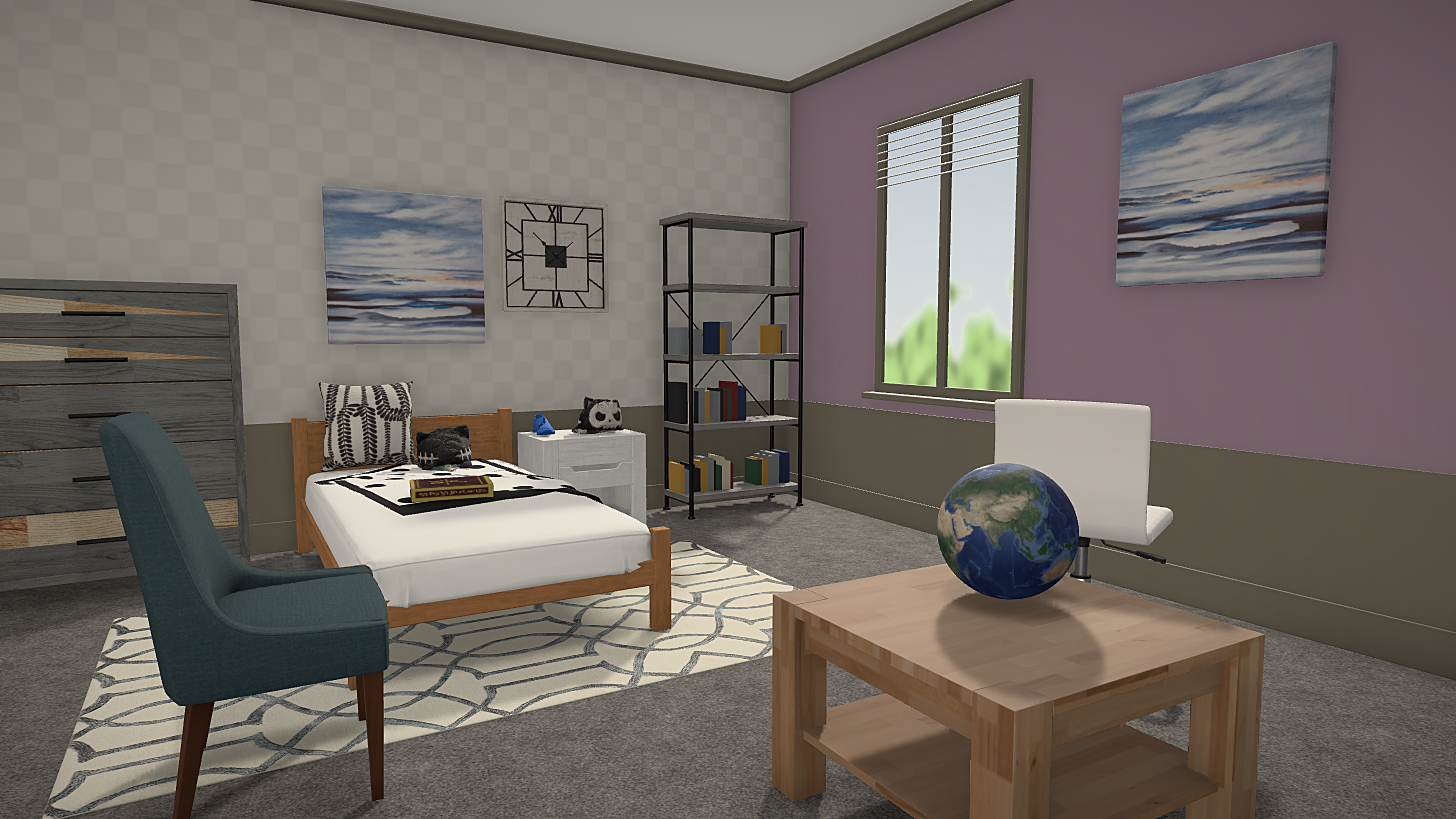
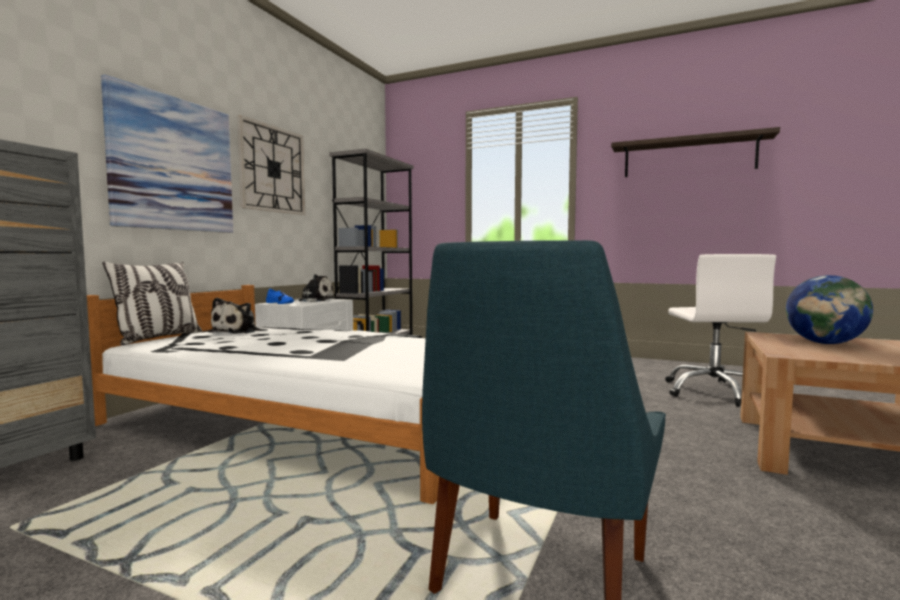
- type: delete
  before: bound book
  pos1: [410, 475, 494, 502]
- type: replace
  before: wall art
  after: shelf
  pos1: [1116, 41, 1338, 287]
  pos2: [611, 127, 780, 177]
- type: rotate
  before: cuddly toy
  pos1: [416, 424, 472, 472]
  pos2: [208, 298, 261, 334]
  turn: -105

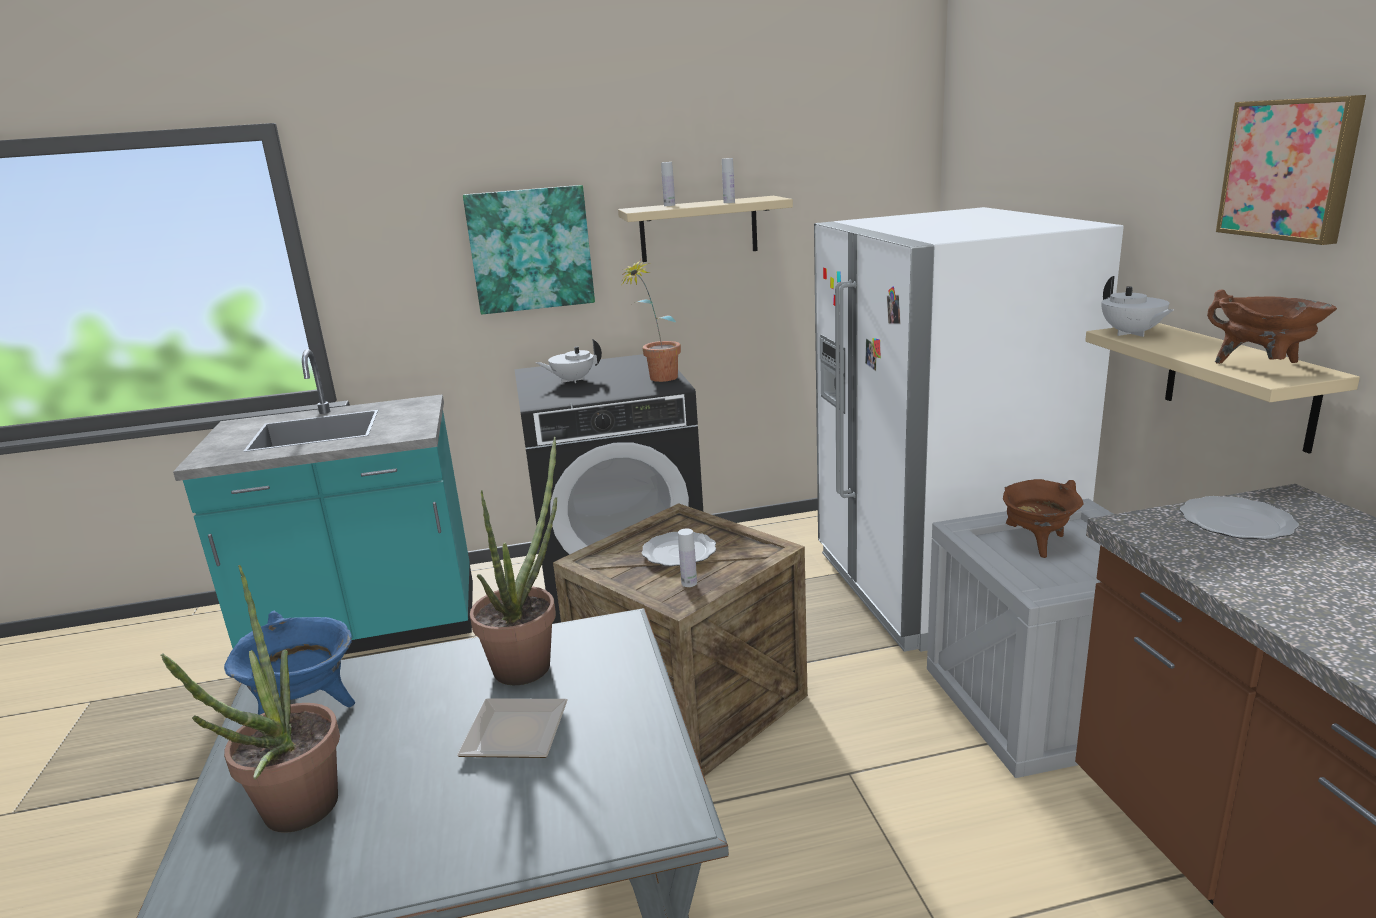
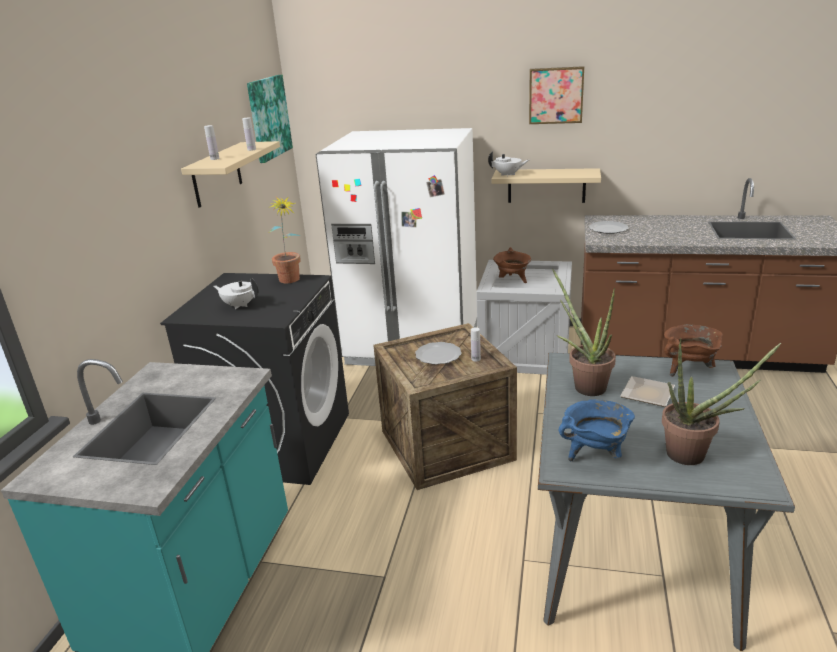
- type: move
  before: wall art
  pos1: [463, 185, 595, 314]
  pos2: [247, 75, 293, 163]
- type: move
  before: stockpot/brown-coloured
  pos1: [1207, 290, 1337, 364]
  pos2: [664, 325, 723, 376]
- type: rotate
  before: teapot/white
  pos1: [536, 339, 602, 383]
  pos2: [214, 278, 259, 309]
  turn: 105

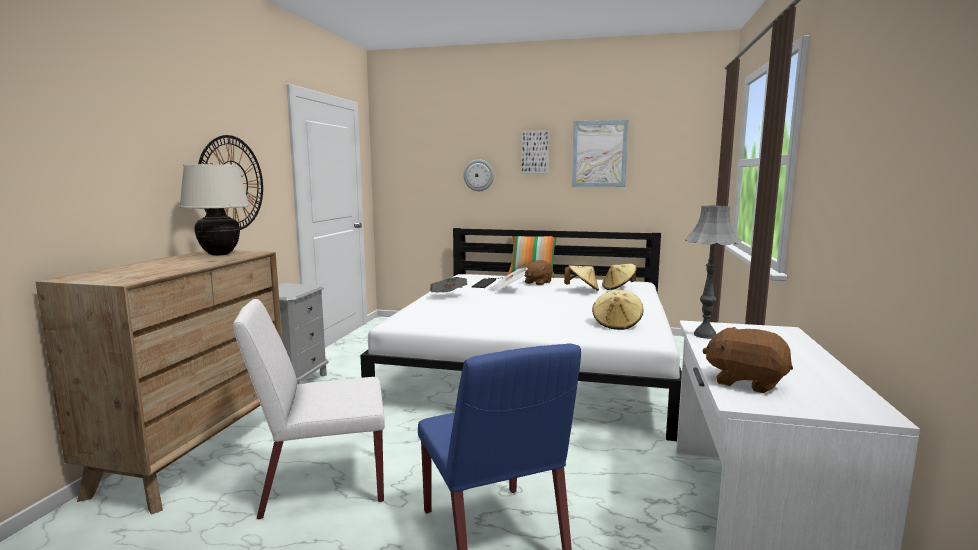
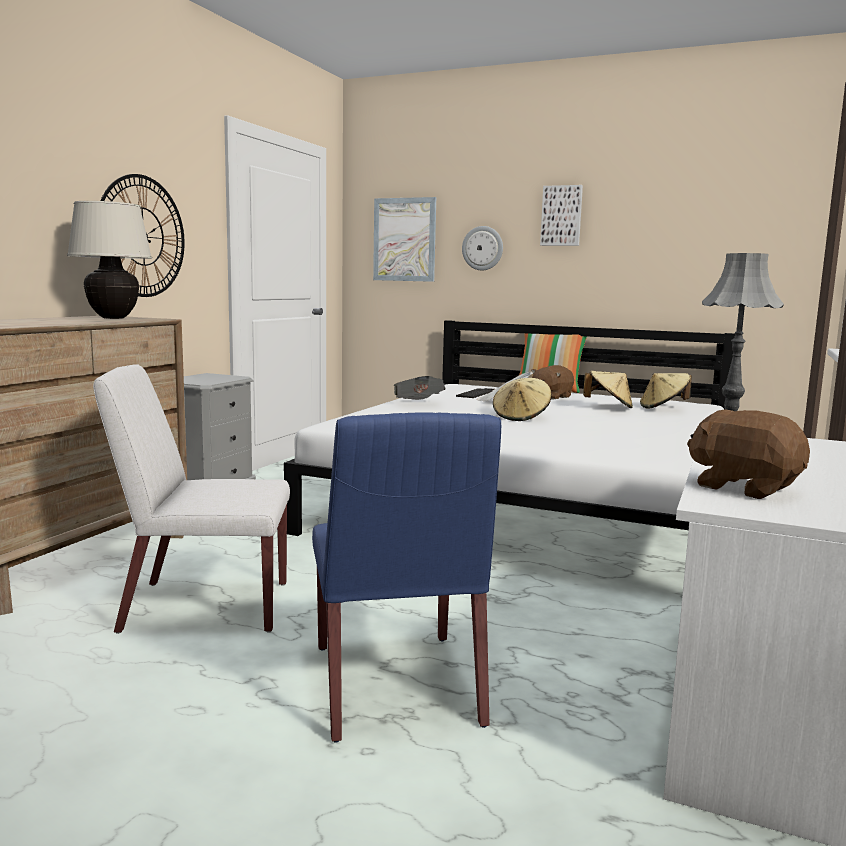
- type: move
  before: wall art
  pos1: [572, 120, 629, 187]
  pos2: [373, 197, 436, 282]
- type: move
  before: hat/beige-coloured
  pos1: [592, 290, 643, 330]
  pos2: [493, 378, 552, 421]

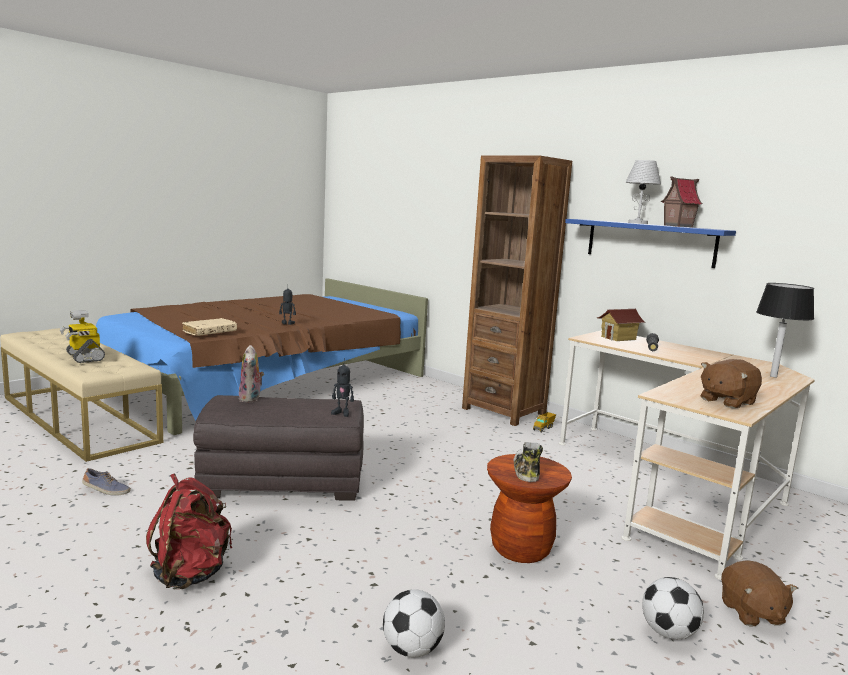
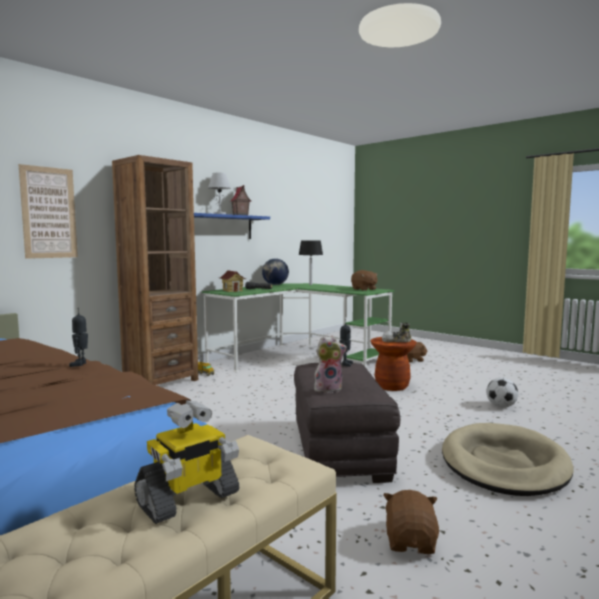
- type: delete
  before: bound book/beige-coloured
  pos1: [182, 318, 237, 336]
- type: delete
  before: ball for football
  pos1: [642, 577, 704, 640]
- type: insert
  after: wall art
  pos2: [18, 164, 78, 259]
- type: insert
  after: globe
  pos2: [262, 258, 289, 285]
- type: replace
  before: low shoe
  after: cuddly toy/brown-coloured
  pos1: [82, 468, 131, 496]
  pos2: [383, 490, 439, 554]
- type: replace
  before: backpack/red-coloured
  after: pet bed/beige-coloured
  pos1: [146, 473, 232, 589]
  pos2: [442, 423, 574, 496]
- type: recolor
  before: desk/beige-coloured
  after: desk/green-coloured
  pos1: [559, 330, 815, 580]
  pos2: [202, 283, 394, 372]

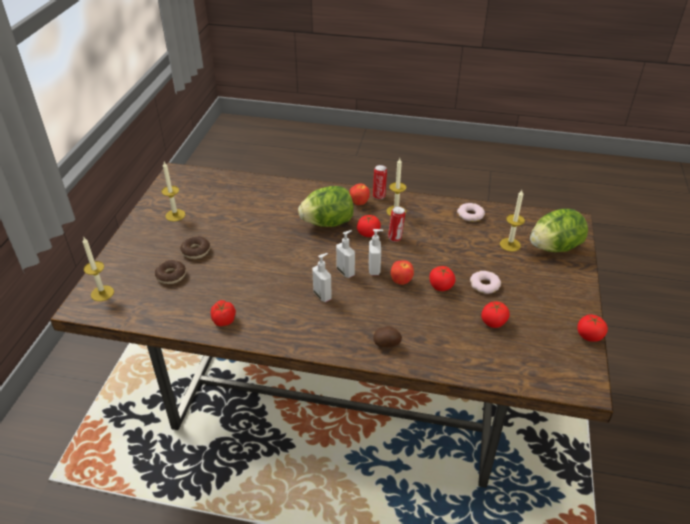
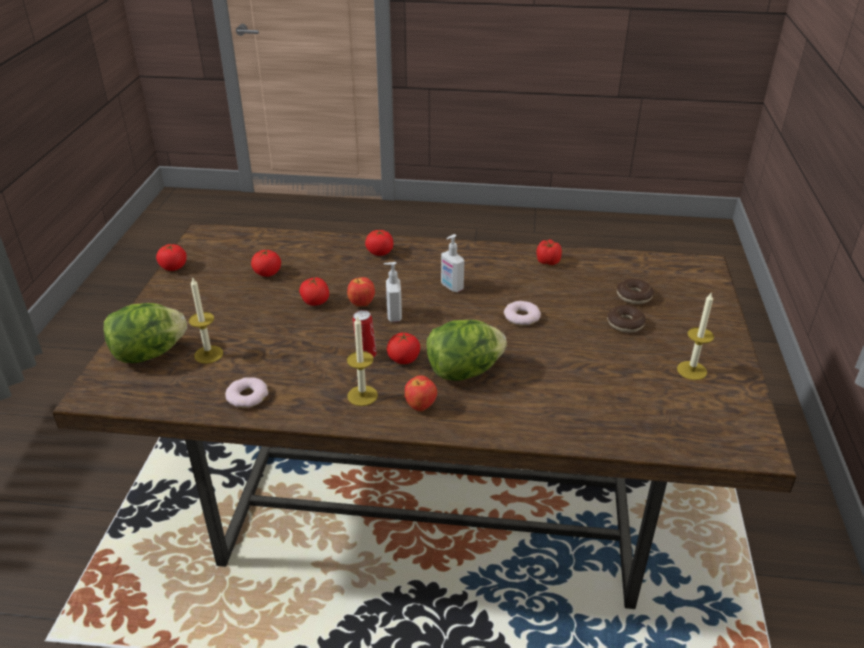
- type: delete
  before: wax candle
  pos1: [83, 238, 114, 301]
- type: delete
  before: soap dispenser
  pos1: [336, 230, 355, 278]
- type: delete
  before: metal can
  pos1: [373, 165, 387, 199]
- type: move
  before: ring doughnut
  pos1: [470, 271, 501, 294]
  pos2: [504, 301, 541, 326]
- type: replace
  before: potato
  after: tomato
  pos1: [373, 326, 402, 348]
  pos2: [365, 230, 393, 256]

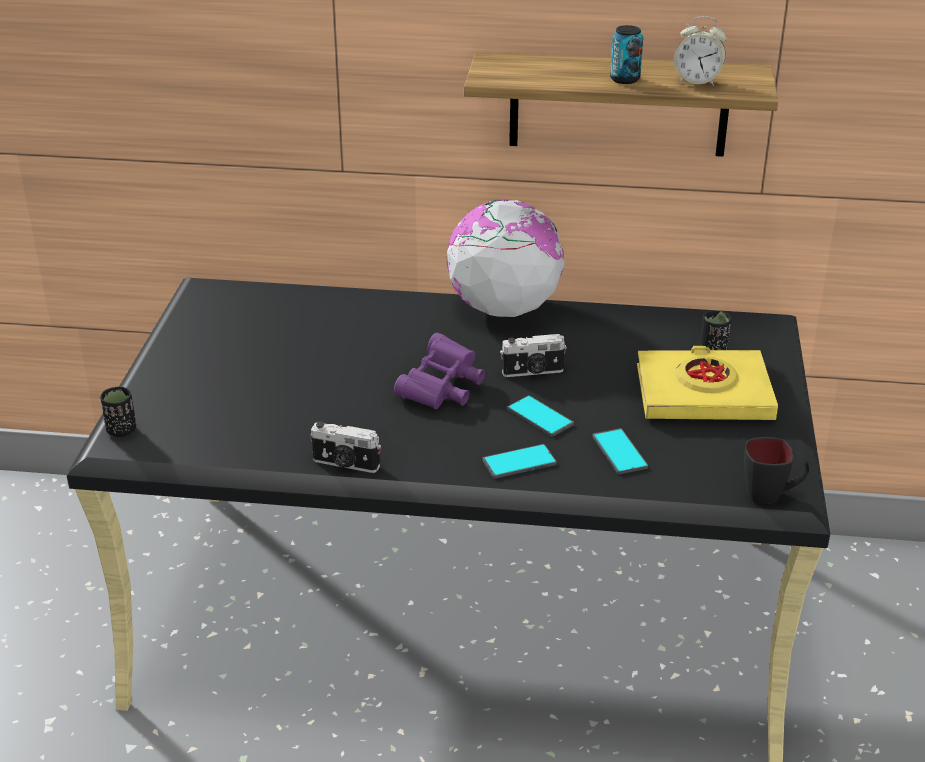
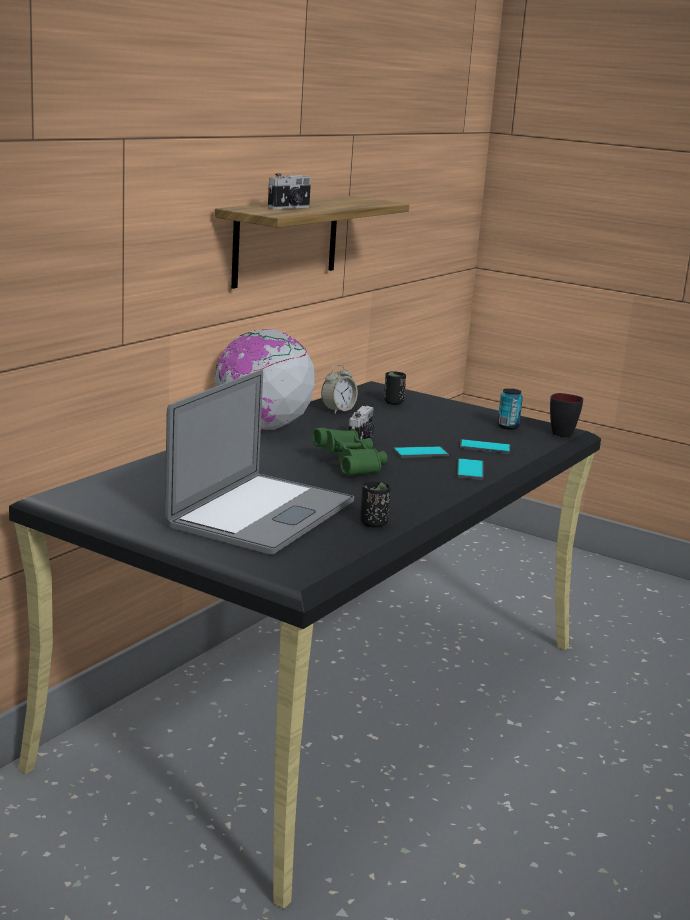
- type: delete
  before: bound book/yellow-coloured
  pos1: [637, 346, 778, 420]
- type: insert
  after: notebook computer
  pos2: [165, 369, 354, 555]
- type: move
  before: drinking cup/black-coloured
  pos1: [100, 387, 136, 437]
  pos2: [360, 481, 391, 528]
- type: move
  before: photo camera
  pos1: [310, 421, 381, 473]
  pos2: [268, 173, 311, 209]
- type: move
  before: metal can
  pos1: [610, 25, 643, 84]
  pos2: [497, 388, 523, 430]
- type: move
  before: table clock
  pos1: [674, 16, 727, 86]
  pos2: [321, 364, 358, 414]
- type: recolor
  before: pair of binoculars/purplish
  after: pair of binoculars/green-coloured
  pos1: [394, 333, 485, 409]
  pos2: [312, 428, 387, 475]

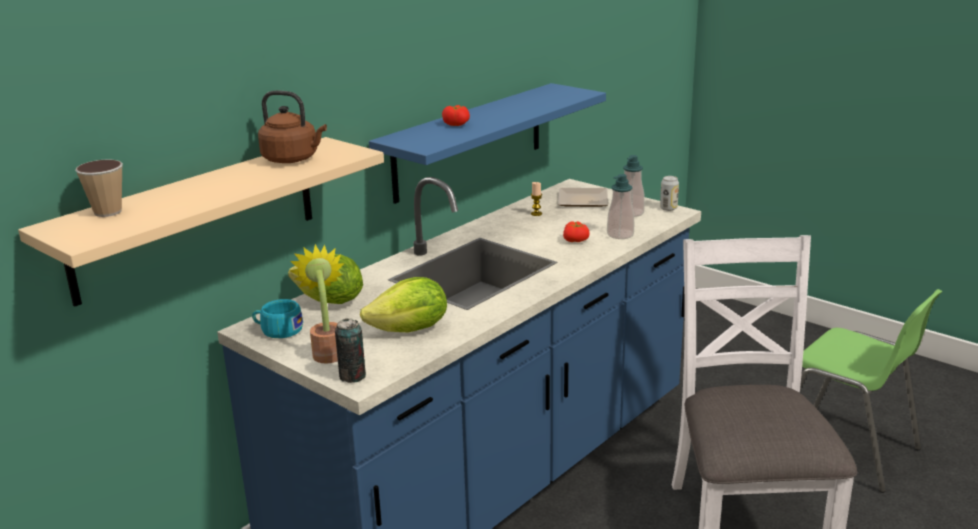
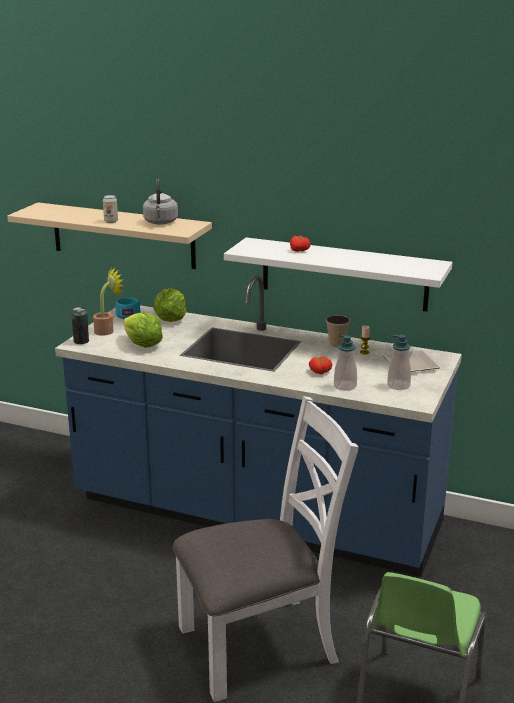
- type: move
  before: drinking cup
  pos1: [75, 159, 123, 217]
  pos2: [326, 315, 350, 348]
- type: move
  before: metal can
  pos1: [660, 176, 679, 211]
  pos2: [103, 195, 118, 223]
- type: recolor
  before: tea kettle/brown-coloured
  after: tea kettle/grey
  pos1: [258, 90, 327, 163]
  pos2: [143, 179, 178, 225]
- type: recolor
  before: shelf/blue-coloured
  after: shelf/white
  pos1: [369, 83, 606, 204]
  pos2: [224, 237, 452, 312]

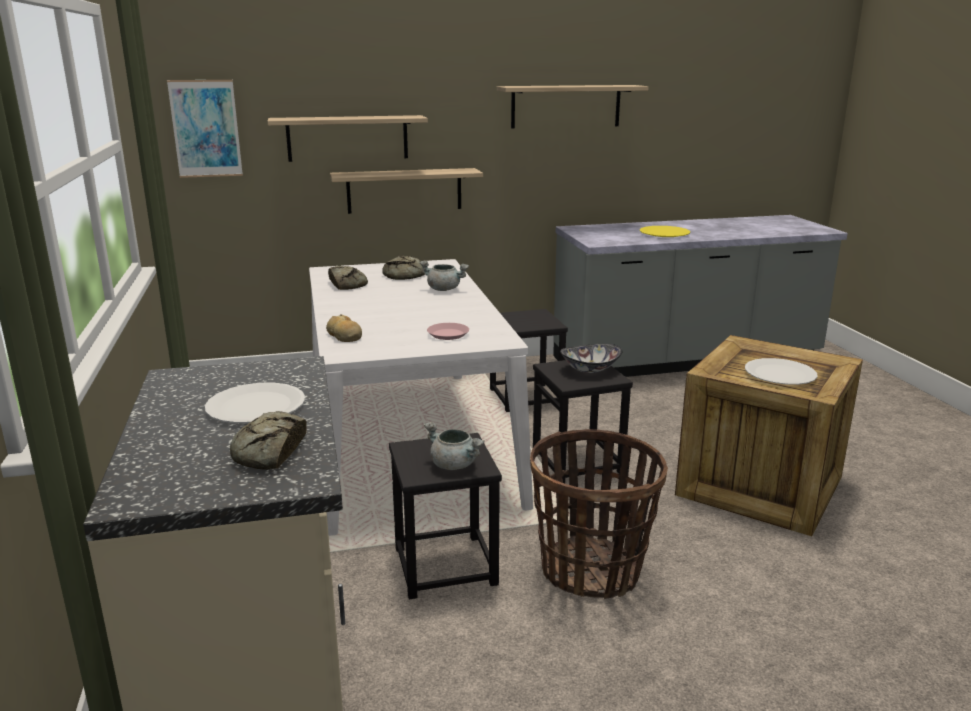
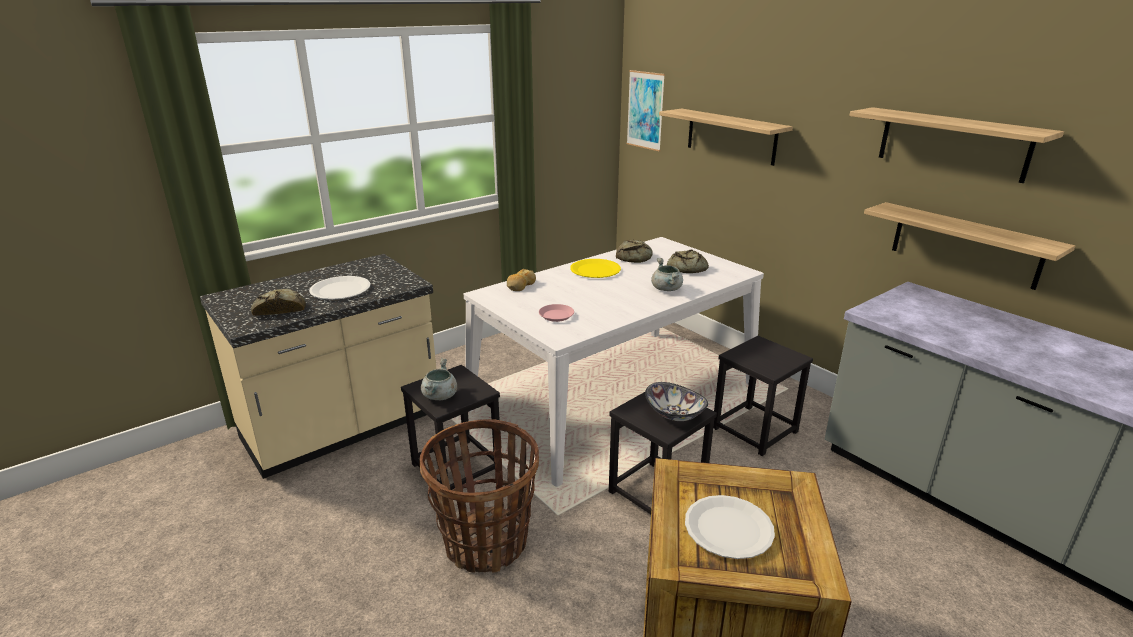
- type: move
  before: shelf
  pos1: [330, 168, 483, 214]
  pos2: [864, 202, 1075, 290]
- type: move
  before: plate/yellow-coloured
  pos1: [640, 226, 690, 237]
  pos2: [570, 259, 621, 278]

